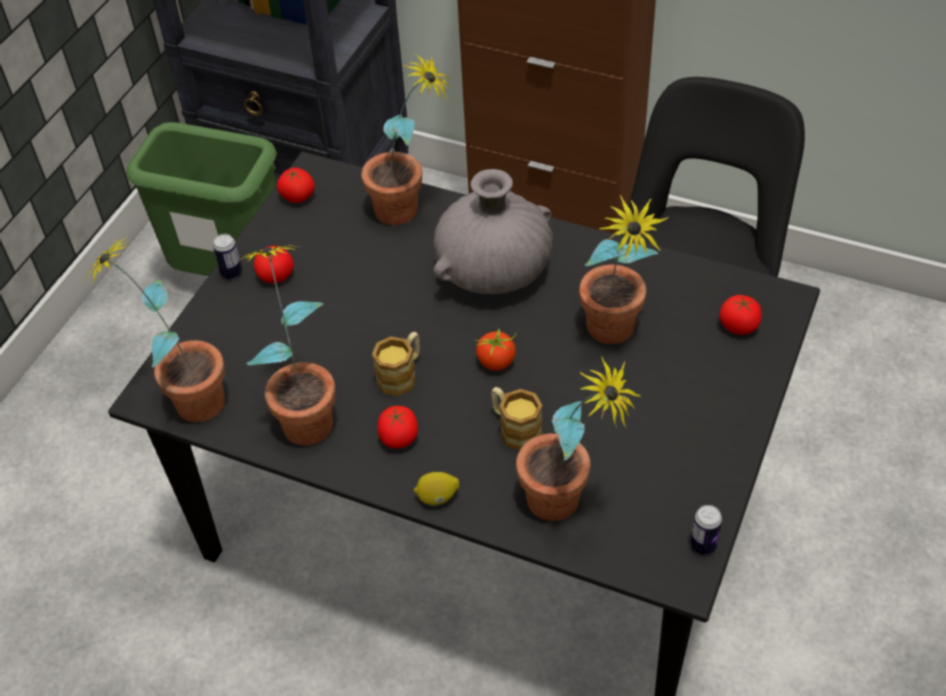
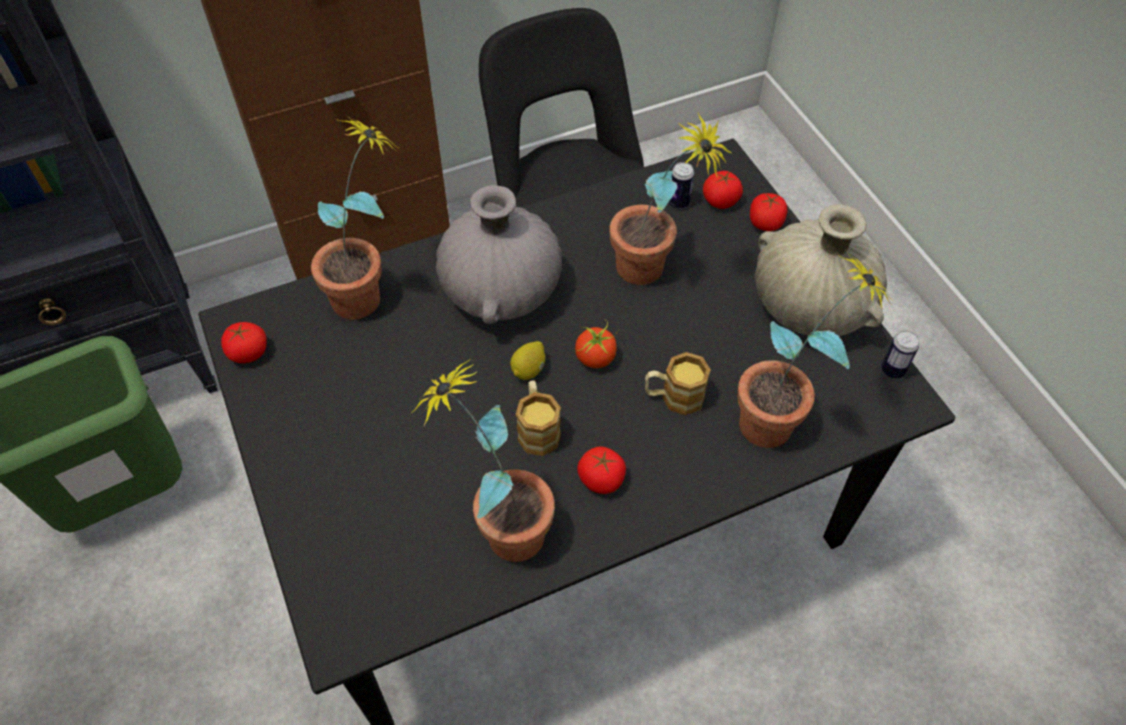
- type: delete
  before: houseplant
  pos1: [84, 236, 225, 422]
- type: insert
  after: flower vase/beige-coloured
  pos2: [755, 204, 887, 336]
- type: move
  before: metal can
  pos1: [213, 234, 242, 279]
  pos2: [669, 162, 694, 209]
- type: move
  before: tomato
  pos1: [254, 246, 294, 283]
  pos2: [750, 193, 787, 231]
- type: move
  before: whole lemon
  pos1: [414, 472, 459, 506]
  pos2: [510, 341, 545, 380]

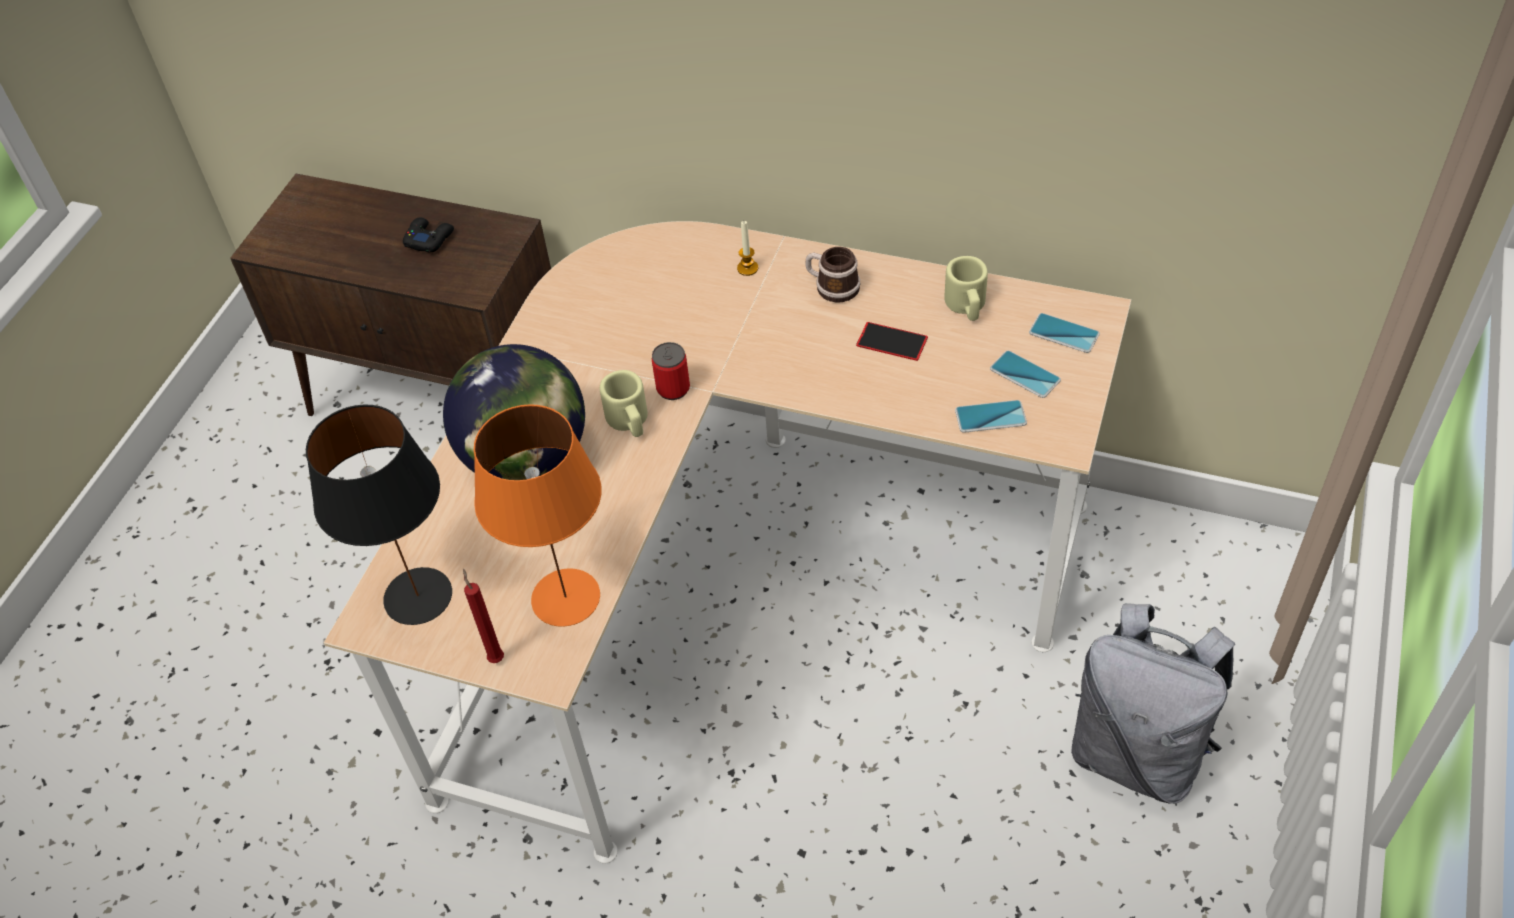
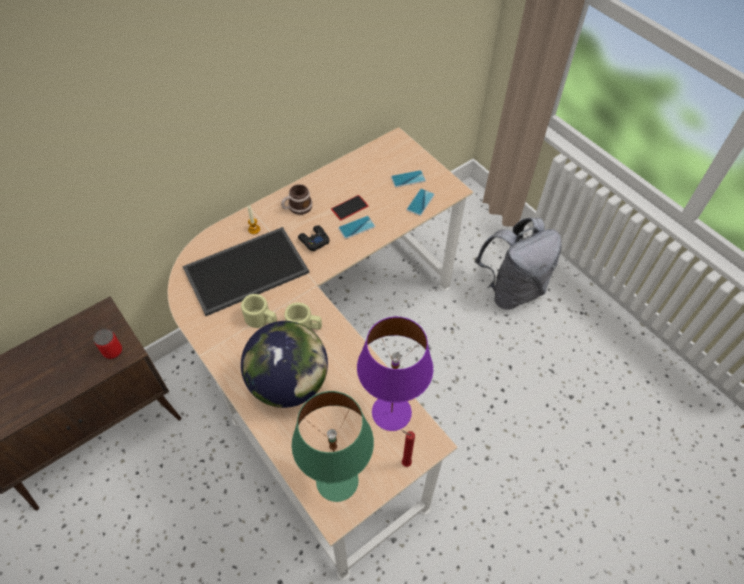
- type: insert
  after: serving tray
  pos2: [182, 227, 309, 316]
- type: move
  before: joypad/black-coloured
  pos1: [403, 218, 454, 253]
  pos2: [298, 225, 330, 251]
- type: move
  before: metal can
  pos1: [652, 342, 690, 400]
  pos2: [93, 328, 122, 359]
- type: move
  before: coffee mug/beige-coloured
  pos1: [944, 256, 988, 321]
  pos2: [241, 294, 277, 328]
- type: move
  before: telephone
  pos1: [1029, 313, 1100, 353]
  pos2: [338, 216, 375, 239]
- type: recolor
  before: tabletop lamp/black-coloured
  after: tabletop lamp/green-coloured
  pos1: [306, 405, 452, 625]
  pos2: [292, 391, 374, 502]
- type: recolor
  before: tabletop lamp/orange
  after: tabletop lamp/purplish
  pos1: [474, 404, 601, 627]
  pos2: [357, 317, 433, 431]

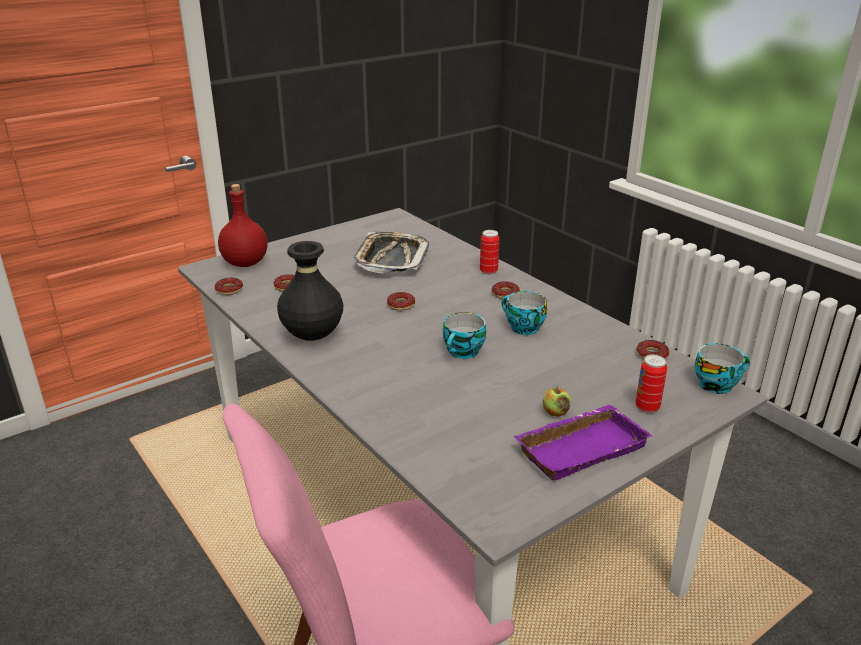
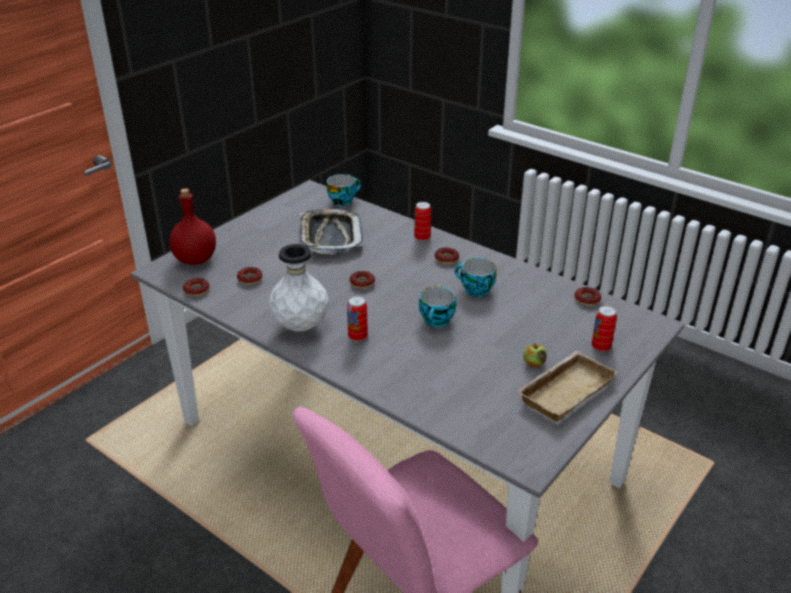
- type: insert
  after: metal can
  pos2: [347, 296, 368, 342]
- type: move
  before: drinking cup
  pos1: [695, 343, 750, 394]
  pos2: [327, 174, 361, 206]
- type: recolor
  before: flower vase/black-coloured
  after: flower vase/white
  pos1: [277, 241, 343, 341]
  pos2: [269, 244, 328, 332]
- type: recolor
  before: serving tray/purplish
  after: serving tray/beige-coloured
  pos1: [514, 405, 653, 481]
  pos2: [516, 351, 618, 422]

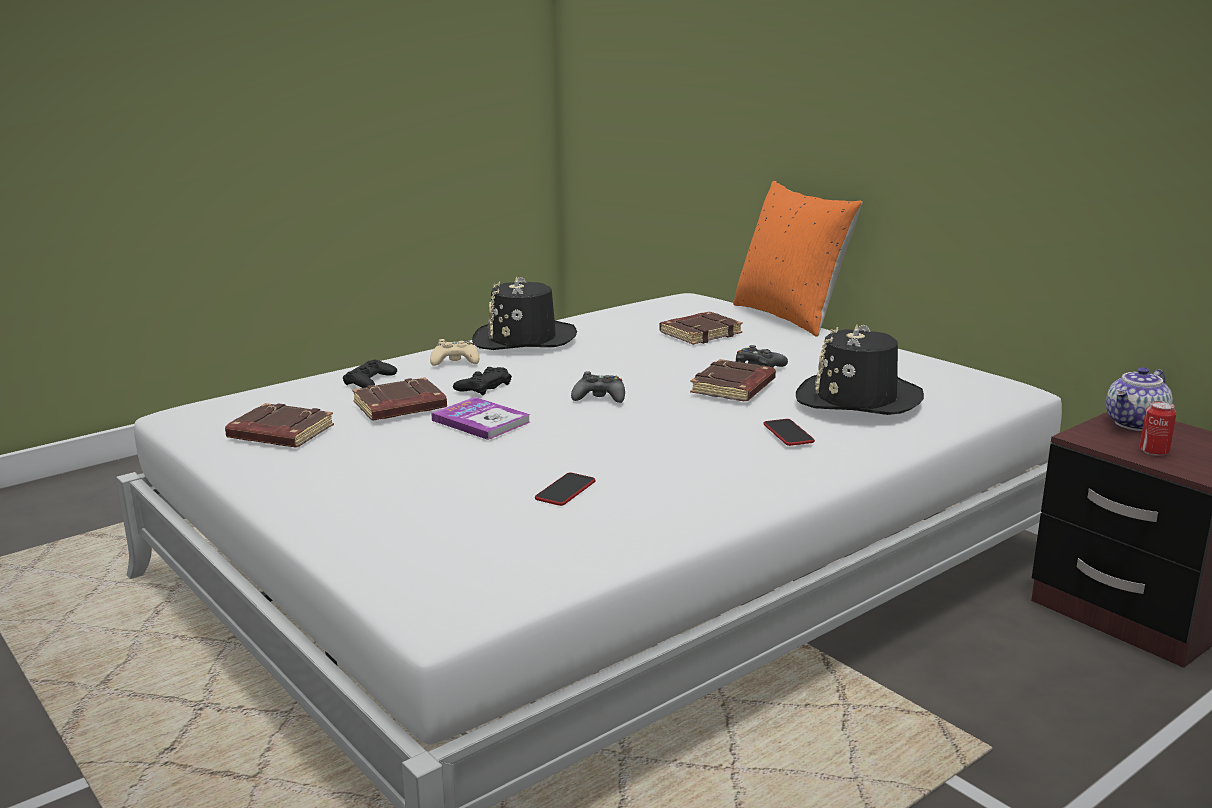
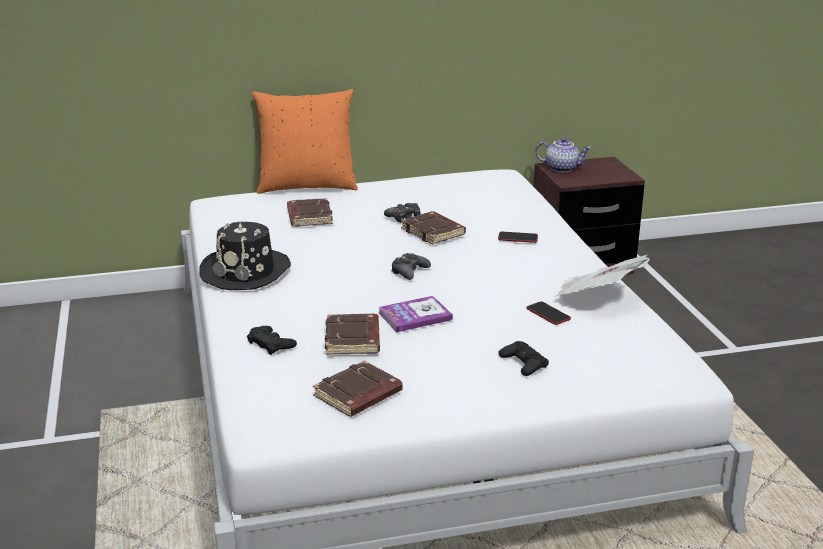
- type: delete
  before: joypad/beige-coloured
  pos1: [430, 339, 479, 366]
- type: delete
  before: hat/black-coloured
  pos1: [796, 325, 924, 415]
- type: delete
  before: metal can
  pos1: [1139, 401, 1176, 456]
- type: insert
  after: printed paper
  pos2: [555, 255, 649, 297]
- type: move
  before: joypad/black-coloured
  pos1: [453, 367, 512, 396]
  pos2: [498, 341, 549, 376]
- type: rotate
  before: teapot
  pos1: [1106, 367, 1173, 431]
  pos2: [535, 137, 591, 172]
  turn: -60

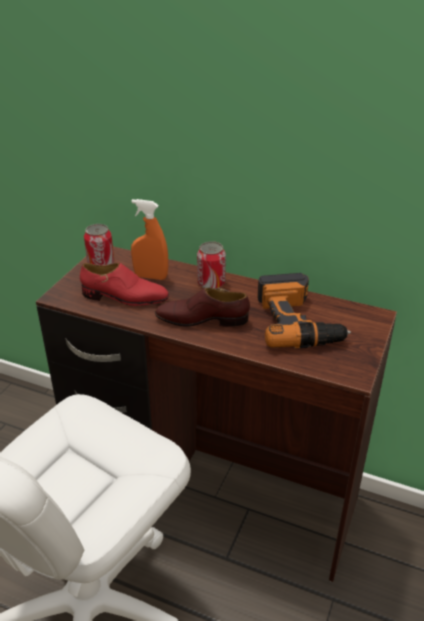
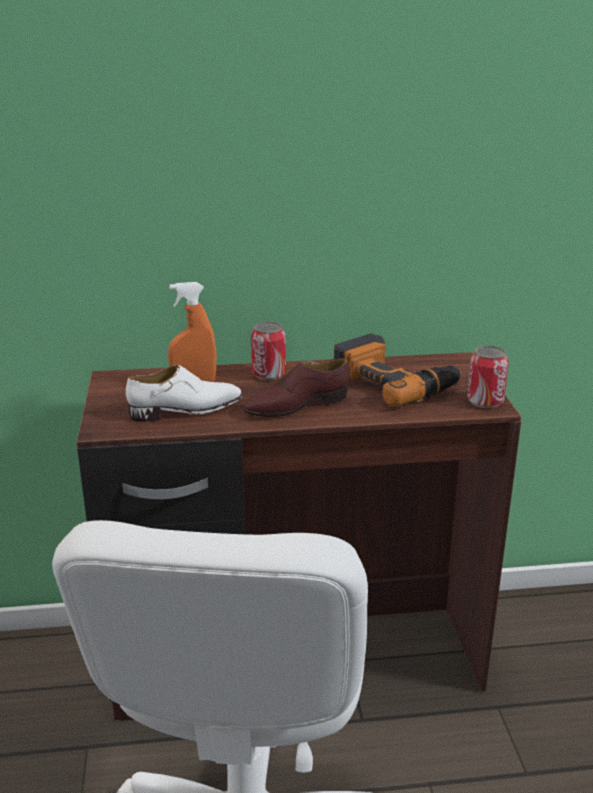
- type: move
  before: metal can
  pos1: [84, 224, 114, 265]
  pos2: [467, 345, 509, 408]
- type: recolor
  before: low shoe/red-coloured
  after: low shoe/white
  pos1: [80, 263, 169, 306]
  pos2: [126, 365, 242, 422]

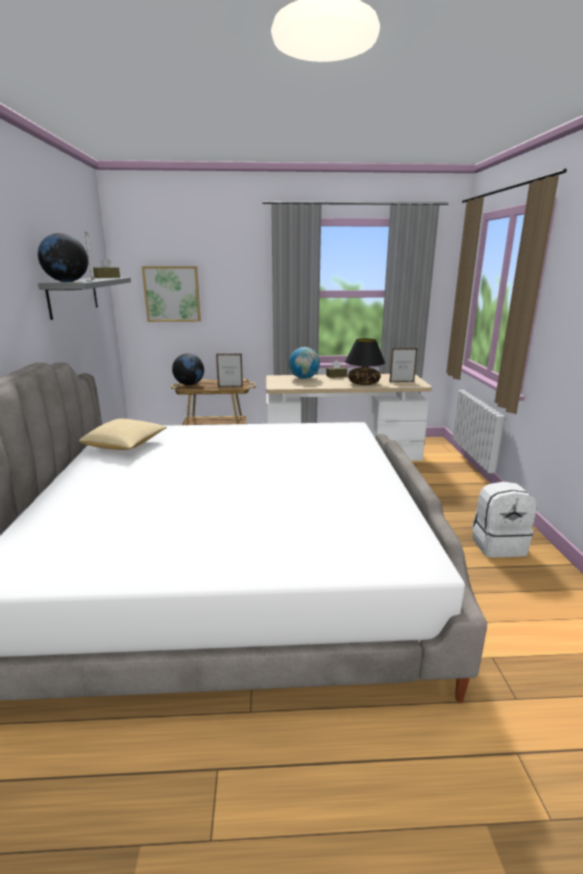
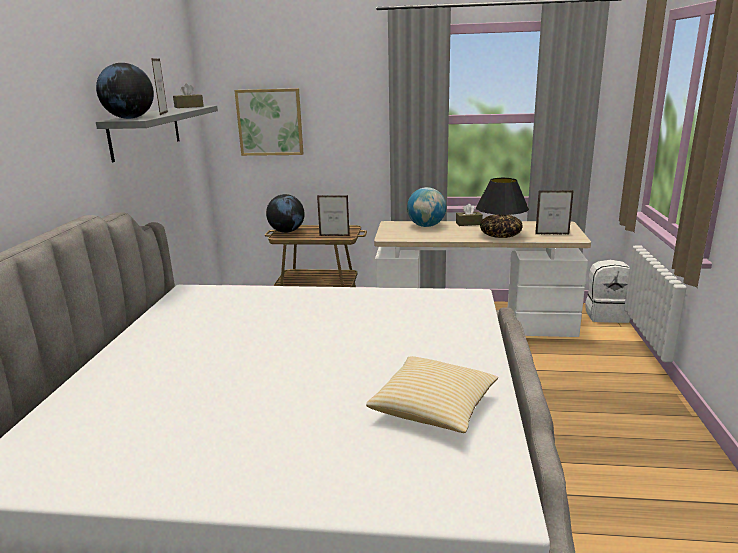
- type: move
  before: throw pillow
  pos1: [79, 419, 167, 450]
  pos2: [366, 356, 498, 433]
- type: move
  before: backpack/white
  pos1: [472, 482, 537, 557]
  pos2: [585, 260, 630, 323]

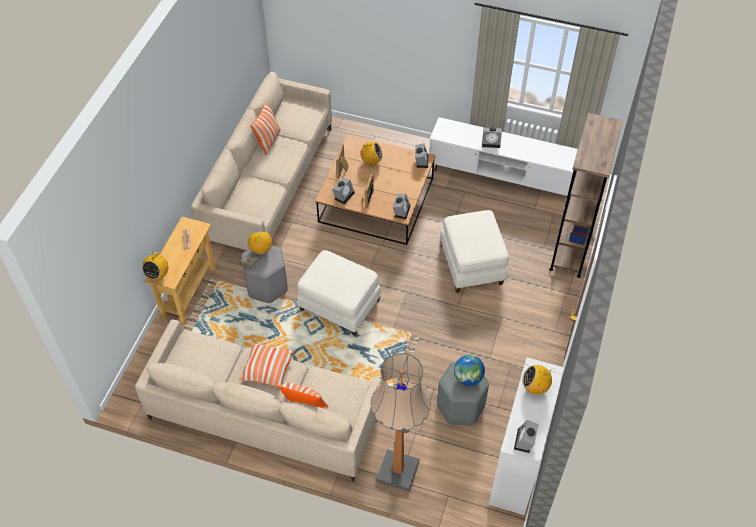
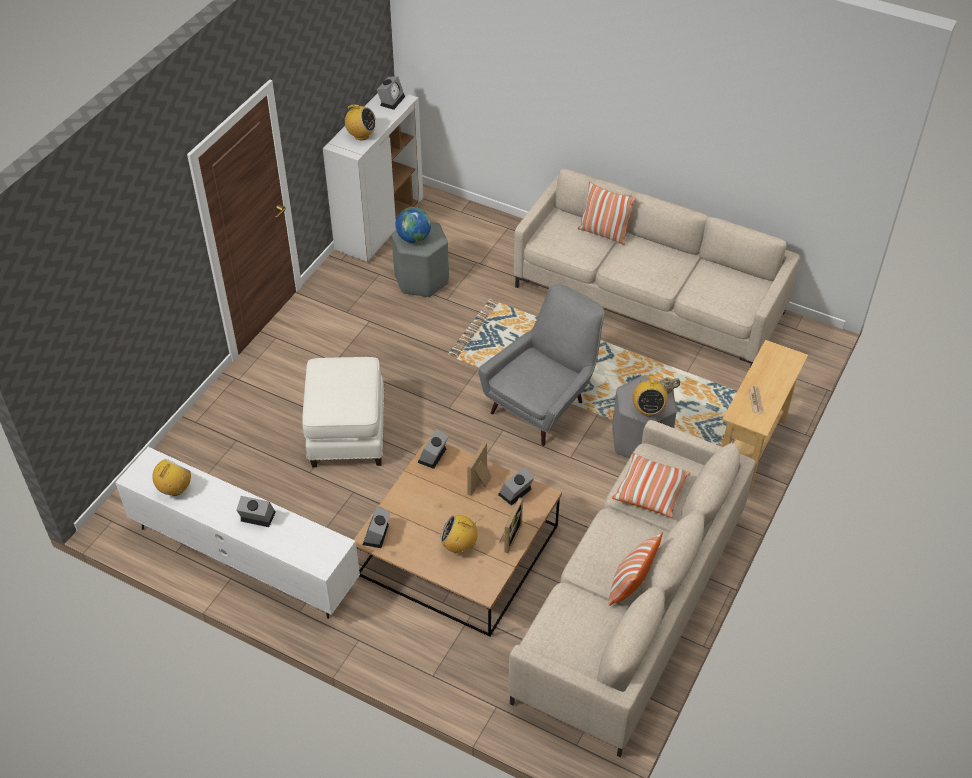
- type: delete
  before: floor lamp
  pos1: [371, 353, 431, 492]
- type: delete
  before: shelving unit/brown-coloured
  pos1: [549, 113, 623, 278]
- type: move
  before: radio set
  pos1: [142, 252, 169, 280]
  pos2: [152, 459, 191, 496]
- type: move
  before: throw pillow
  pos1: [239, 343, 295, 389]
  pos2: [612, 453, 691, 517]
- type: replace
  before: pouffe/white
  after: lounge chair/grey
  pos1: [297, 250, 381, 335]
  pos2: [478, 284, 605, 446]

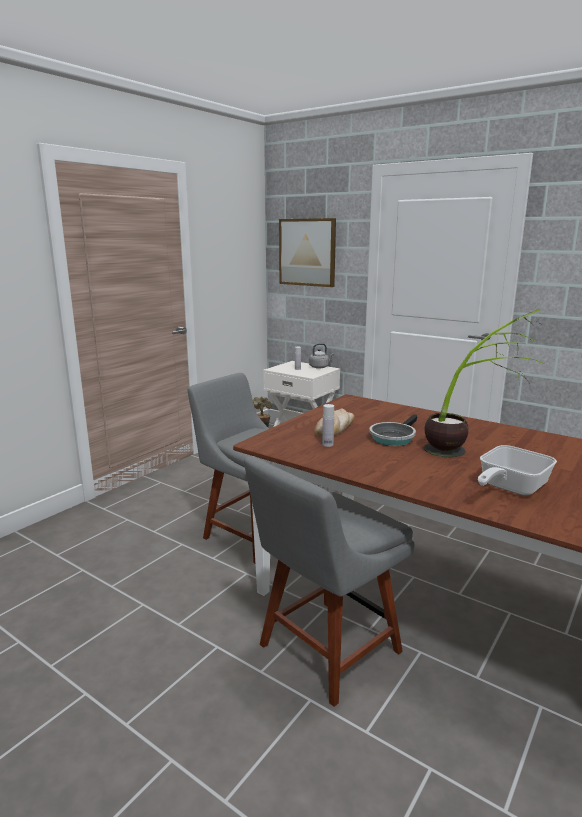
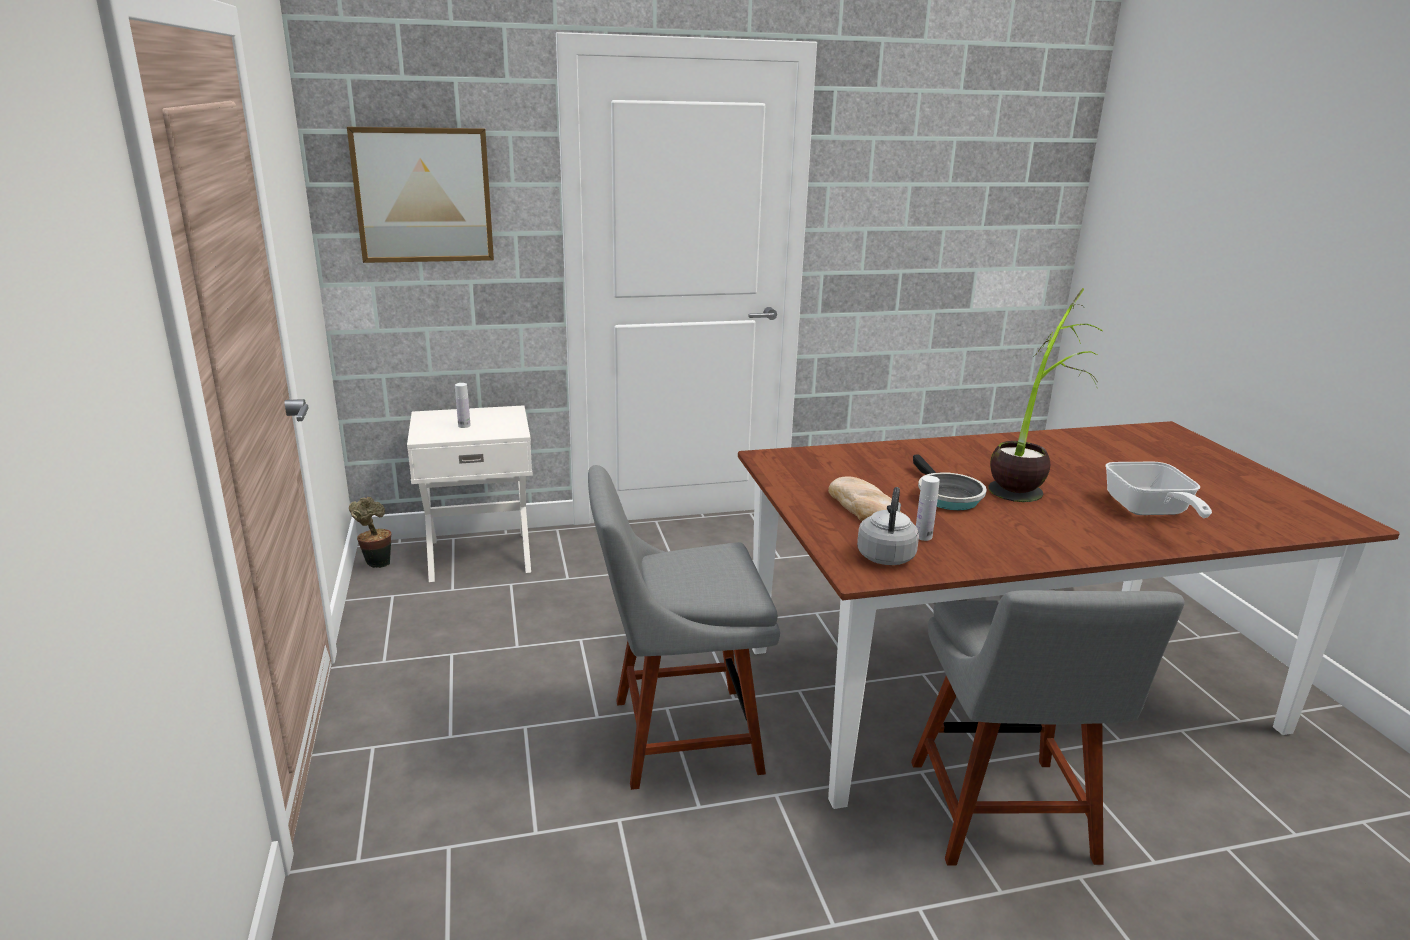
- type: move
  before: tea kettle/grey
  pos1: [309, 343, 334, 369]
  pos2: [857, 487, 919, 565]

